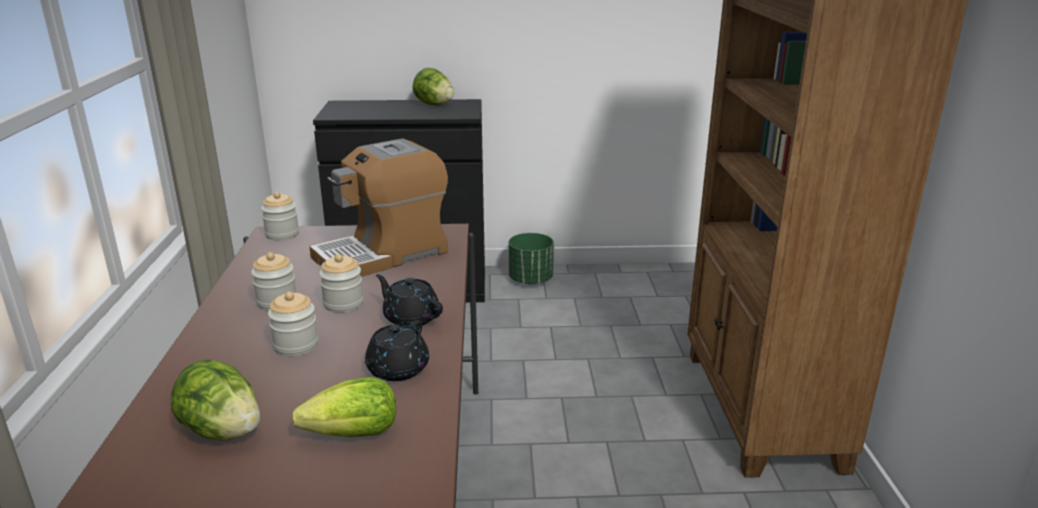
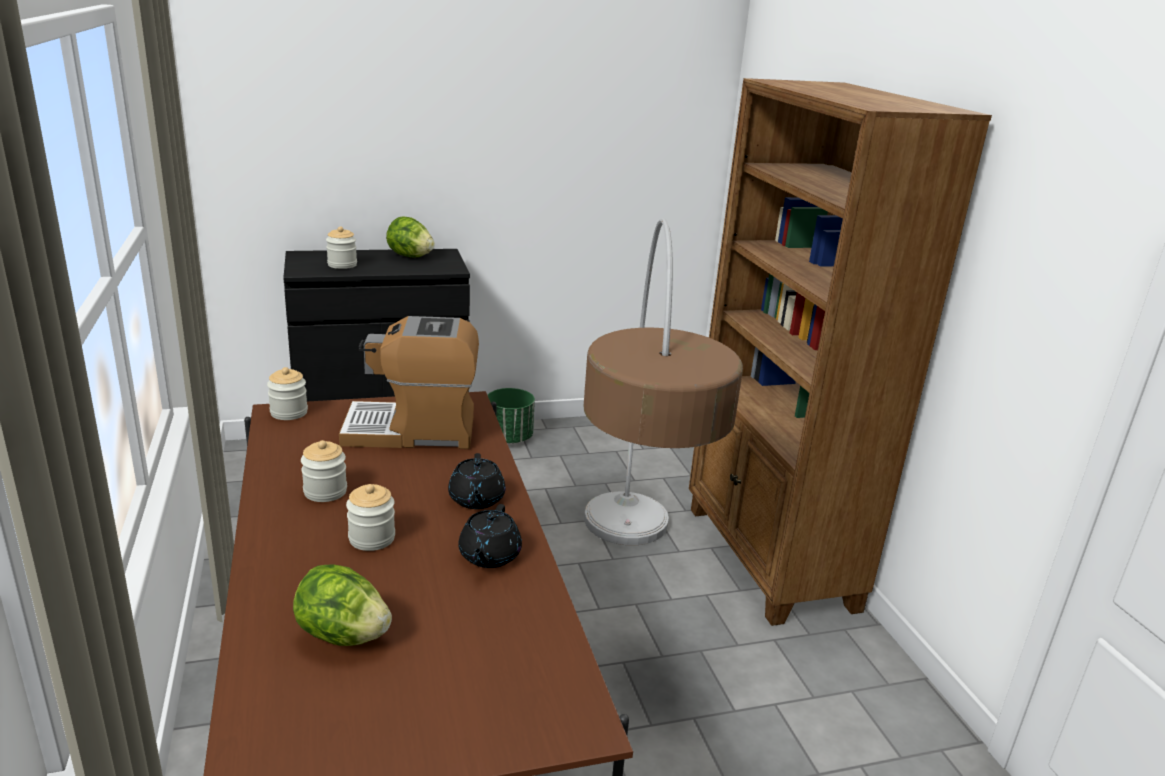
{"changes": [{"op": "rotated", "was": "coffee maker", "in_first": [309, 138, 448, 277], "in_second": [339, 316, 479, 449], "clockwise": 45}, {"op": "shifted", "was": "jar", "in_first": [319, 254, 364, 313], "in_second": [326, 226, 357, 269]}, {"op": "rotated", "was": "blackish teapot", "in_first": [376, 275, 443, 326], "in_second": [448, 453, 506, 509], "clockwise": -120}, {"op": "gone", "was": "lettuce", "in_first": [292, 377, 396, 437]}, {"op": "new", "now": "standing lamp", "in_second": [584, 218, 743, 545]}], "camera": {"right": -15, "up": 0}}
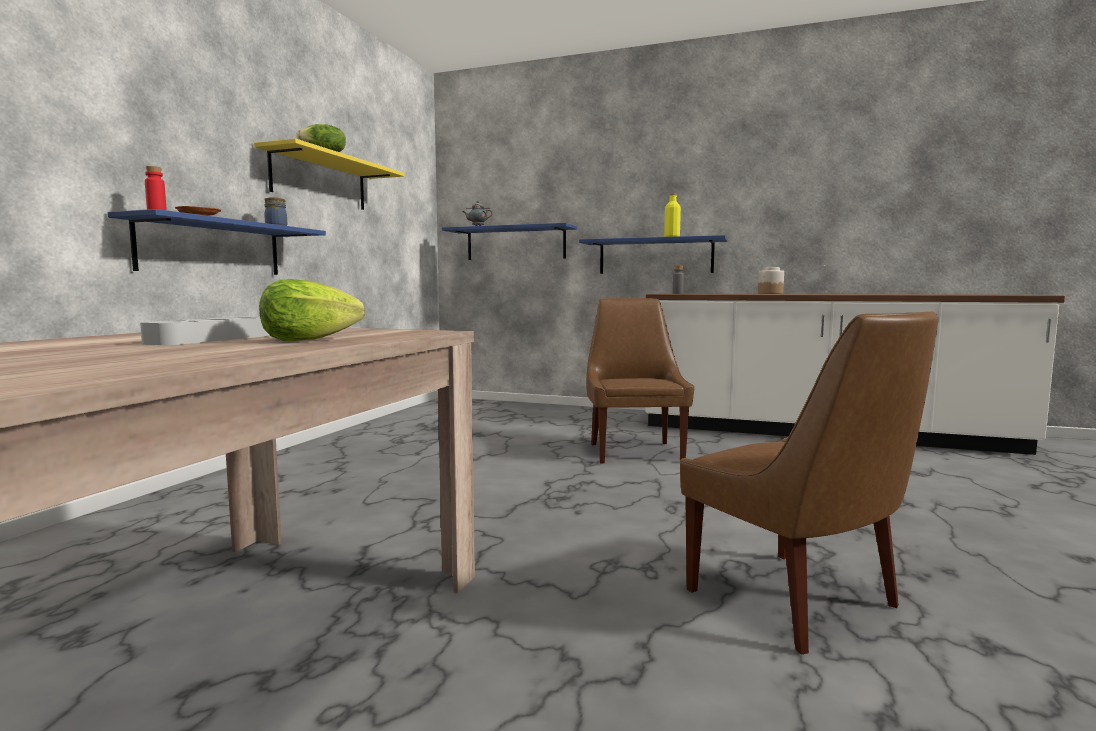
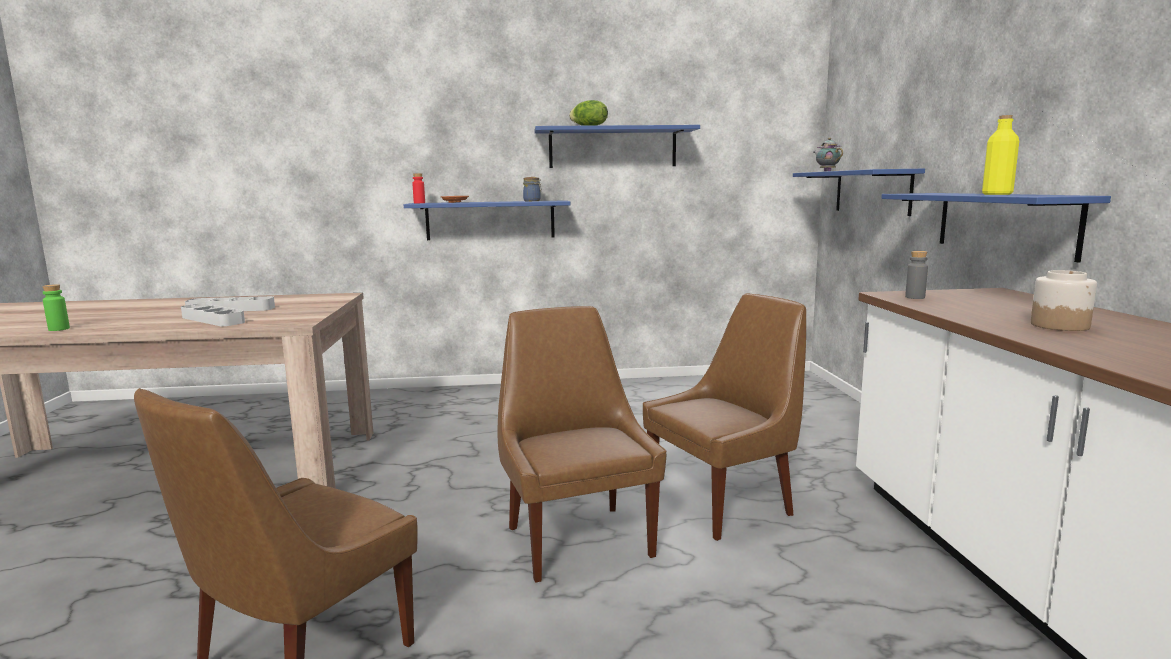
{"changes": [{"op": "repainted", "was": "yellow-coloured shelf", "now": "blue shelf", "in_first": [254, 138, 405, 210], "in_second": [535, 125, 700, 168]}, {"op": "swapped", "was": "lettuce", "now": "gray tray", "in_first": [259, 279, 365, 341], "in_second": [181, 303, 245, 326]}, {"op": "new", "now": "green bottle", "in_second": [42, 284, 70, 331]}, {"op": "new", "now": "brown-coloured upright chair", "in_second": [497, 306, 667, 583]}], "camera": {"right": 65, "up": 5}}
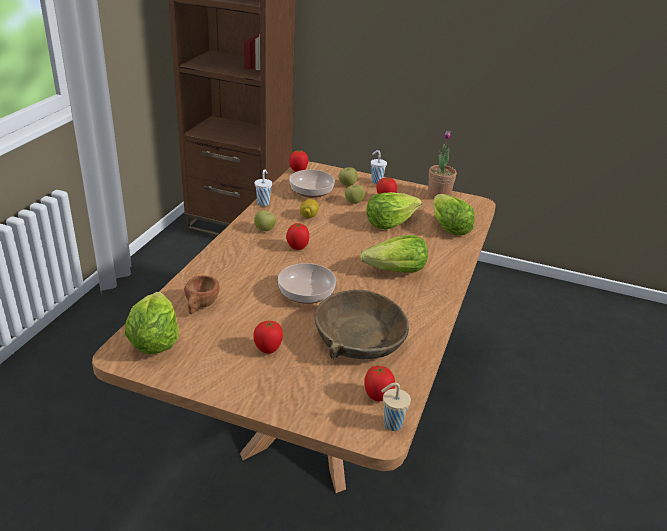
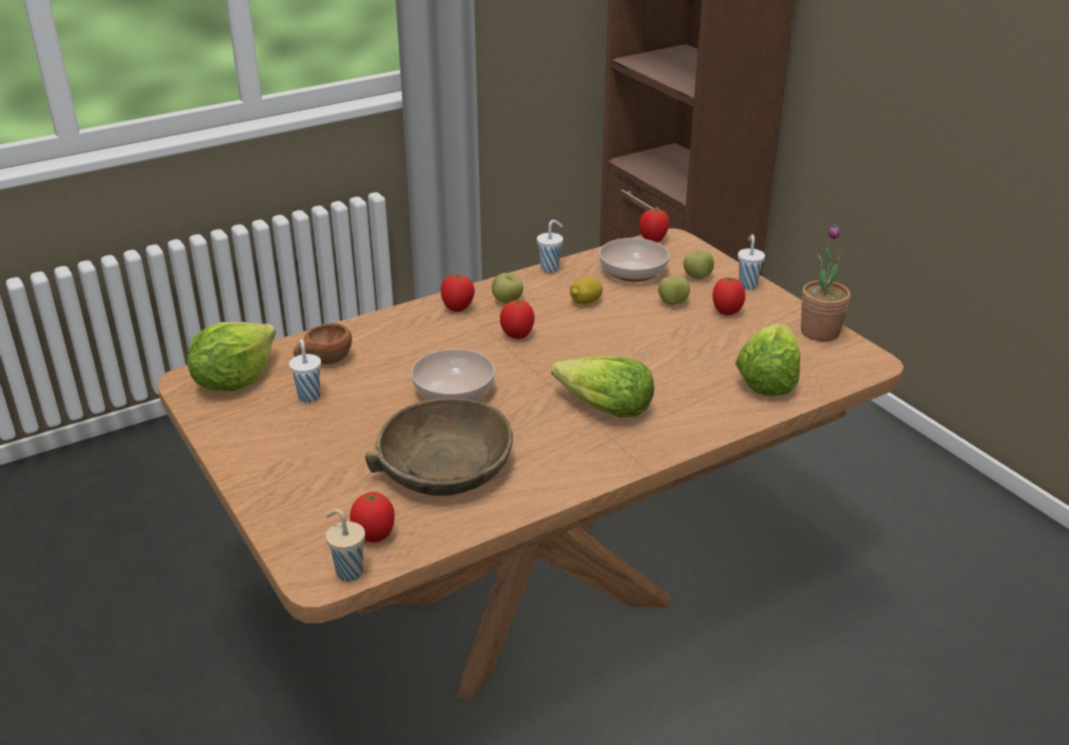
{"changes": [{"op": "gone", "was": "lettuce", "in_first": [366, 192, 422, 230]}, {"op": "shifted", "was": "whole tomato", "in_first": [253, 320, 283, 354], "in_second": [441, 274, 475, 312]}, {"op": "new", "now": "white-coloured small cup", "in_second": [289, 339, 321, 403]}], "camera": {"right": 40, "up": 0}}
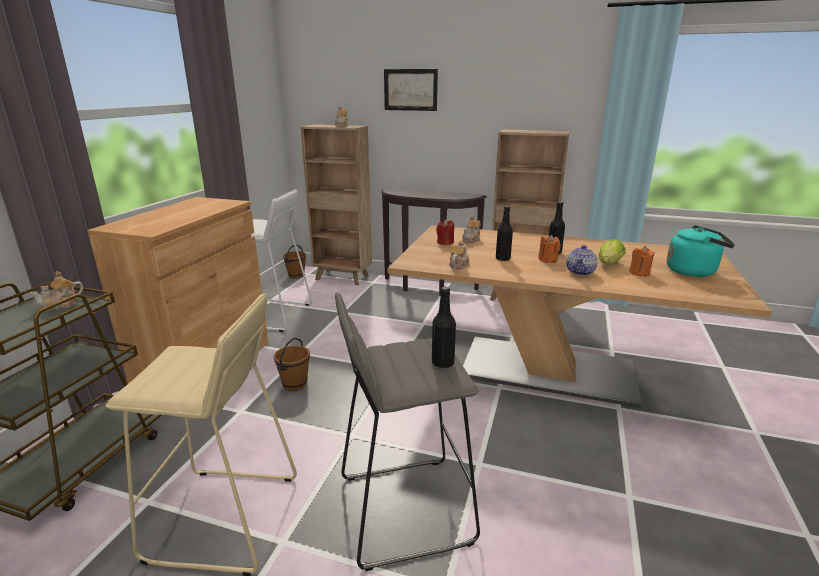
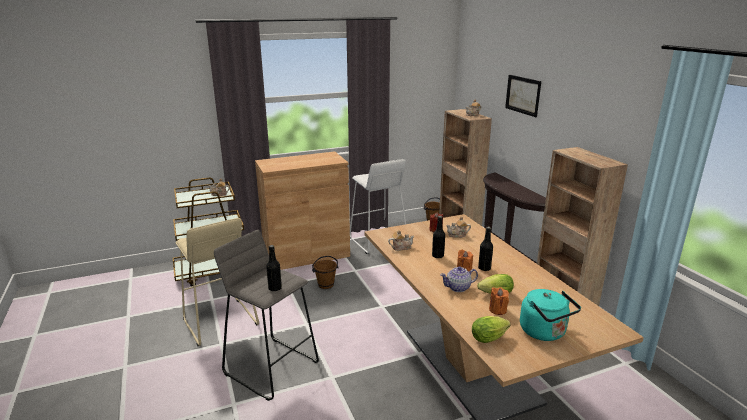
{"changes": [{"op": "new", "now": "lettuce", "in_second": [472, 316, 511, 343]}], "camera": {"right": 50, "up": 0}}
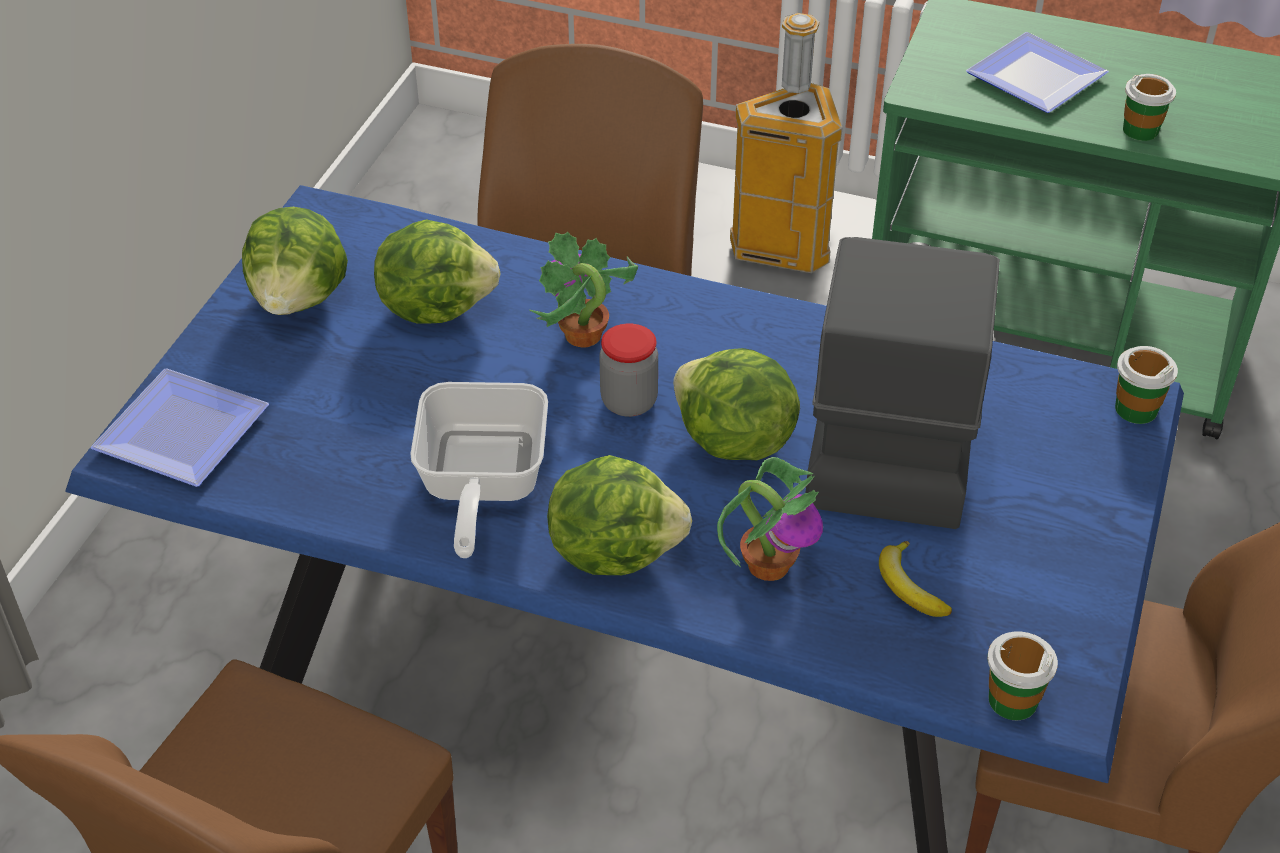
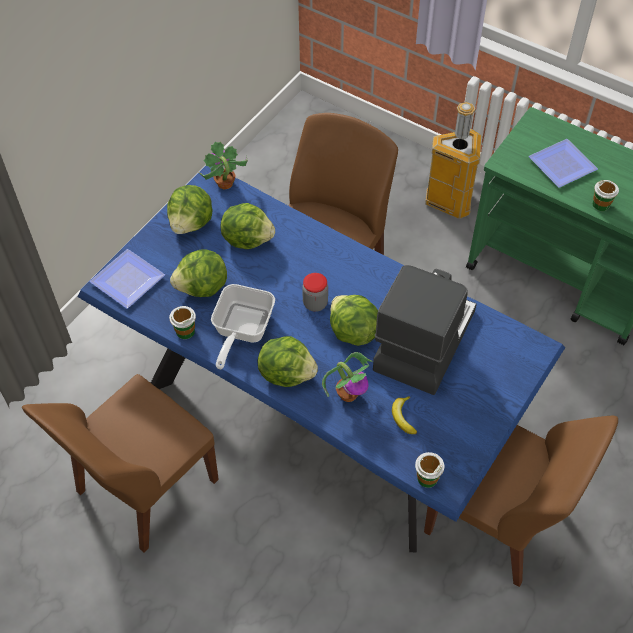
{"changes": [{"op": "shifted", "was": "plant in a pot", "in_first": [529, 231, 638, 348], "in_second": [198, 141, 248, 189]}, {"op": "shifted", "was": "small cup", "in_first": [1115, 346, 1178, 424], "in_second": [169, 306, 196, 339]}, {"op": "new", "now": "lettuce", "in_second": [170, 249, 227, 297]}], "camera": {"right": 15, "up": 10}}
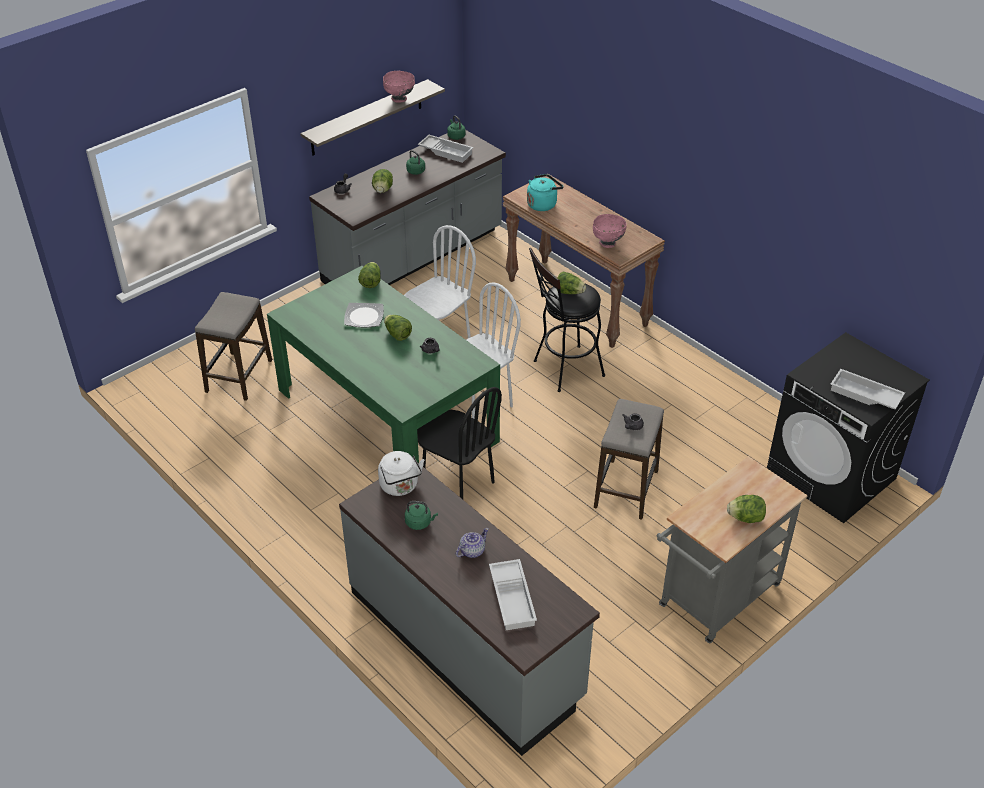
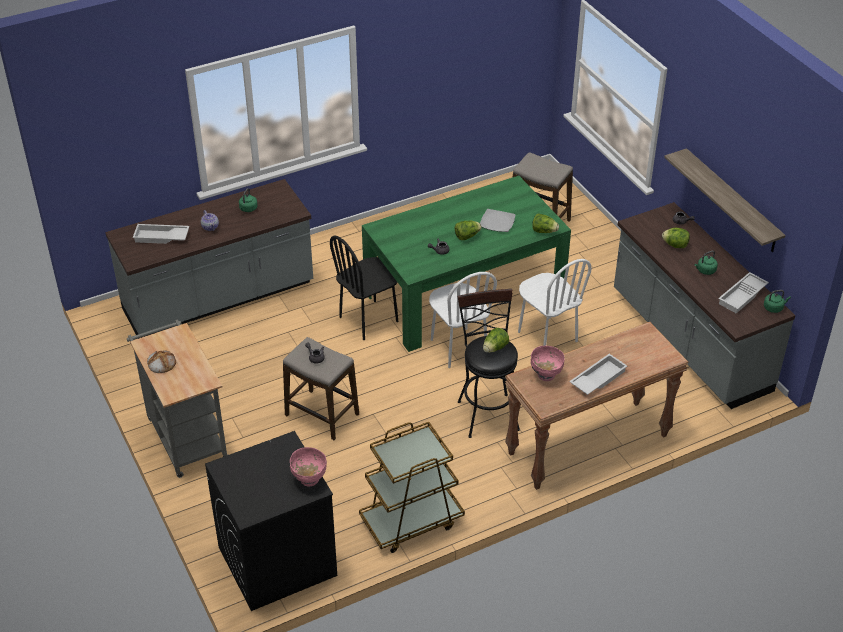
{"changes": [{"op": "shifted", "was": "pink serving bowl", "in_first": [383, 71, 415, 102], "in_second": [290, 447, 327, 486]}, {"op": "gone", "was": "blue-green water kettle", "in_first": [527, 174, 563, 211]}, {"op": "shifted", "was": "white-coloured tray", "in_first": [830, 369, 905, 409], "in_second": [569, 354, 627, 395]}, {"op": "gone", "was": "white-coloured water kettle", "in_first": [378, 451, 424, 496]}, {"op": "swapped", "was": "lettuce", "now": "bread", "in_first": [727, 495, 766, 523], "in_second": [147, 351, 176, 373]}, {"op": "new", "now": "brown-coloured cart", "in_second": [359, 422, 465, 553]}], "camera": {"right": 105, "up": 0}}
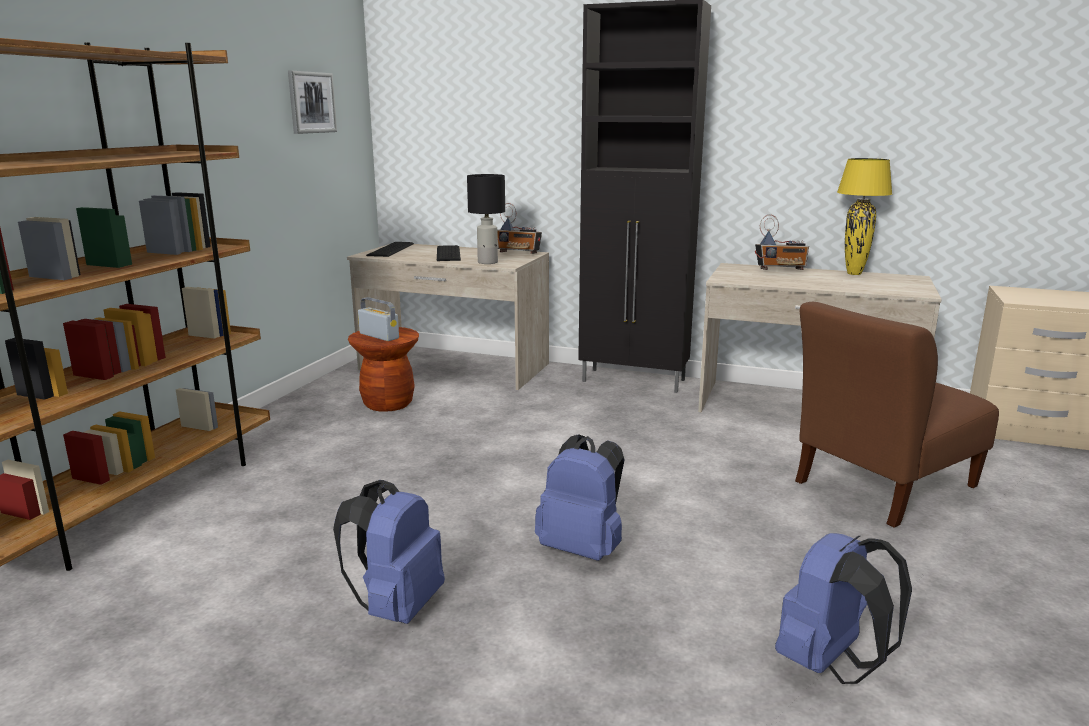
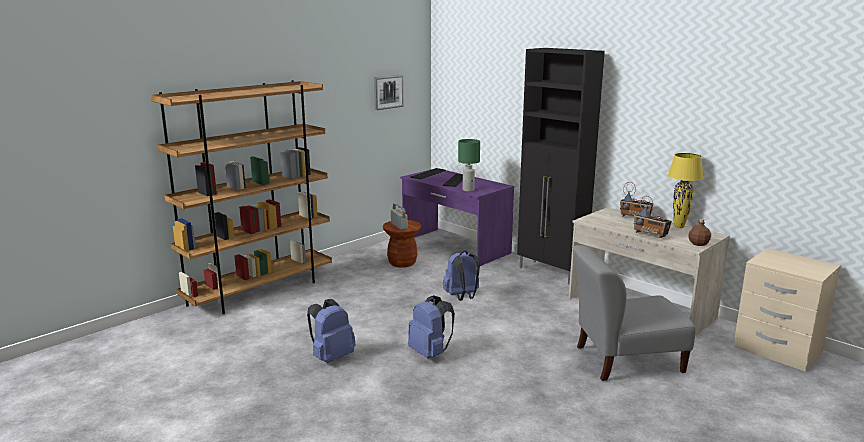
{"changes": [{"op": "repainted", "was": "blackish lamp for a table", "now": "green lamp for a table", "in_first": [467, 174, 505, 264], "in_second": [458, 139, 480, 192]}, {"op": "shifted", "was": "radio receiver", "in_first": [497, 203, 542, 254], "in_second": [634, 196, 672, 238]}, {"op": "repainted", "was": "sand-coloured desk", "now": "purplish desk", "in_first": [347, 244, 549, 390], "in_second": [400, 169, 514, 266]}, {"op": "repainted", "was": "brown-coloured upright chair", "now": "gray upright chair", "in_first": [795, 302, 999, 527], "in_second": [572, 245, 696, 381]}, {"op": "shifted", "was": "blue backpack", "in_first": [775, 533, 912, 684], "in_second": [443, 251, 480, 301]}, {"op": "new", "now": "brown-coloured bottle", "in_second": [688, 219, 711, 246]}], "camera": {"right": 25, "up": 0}}
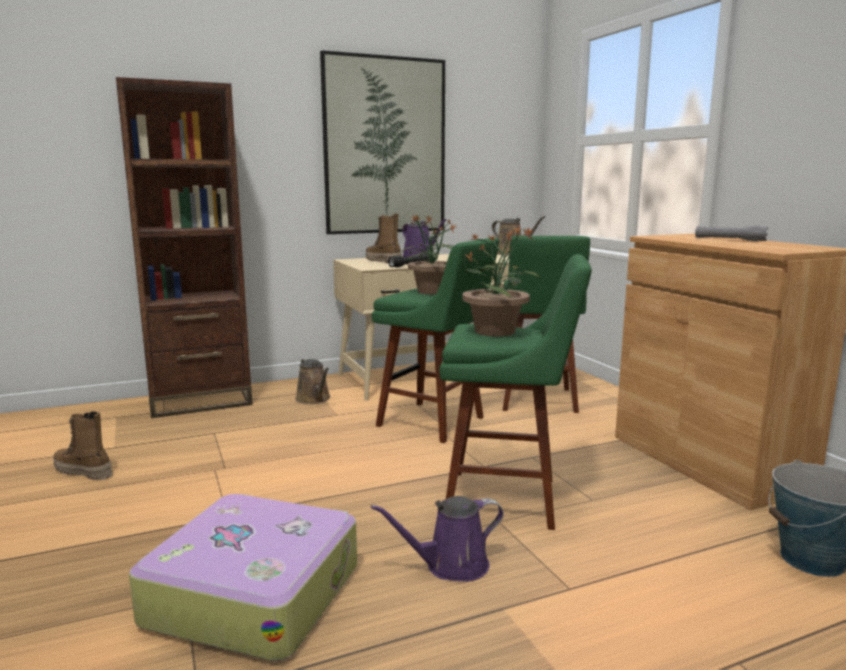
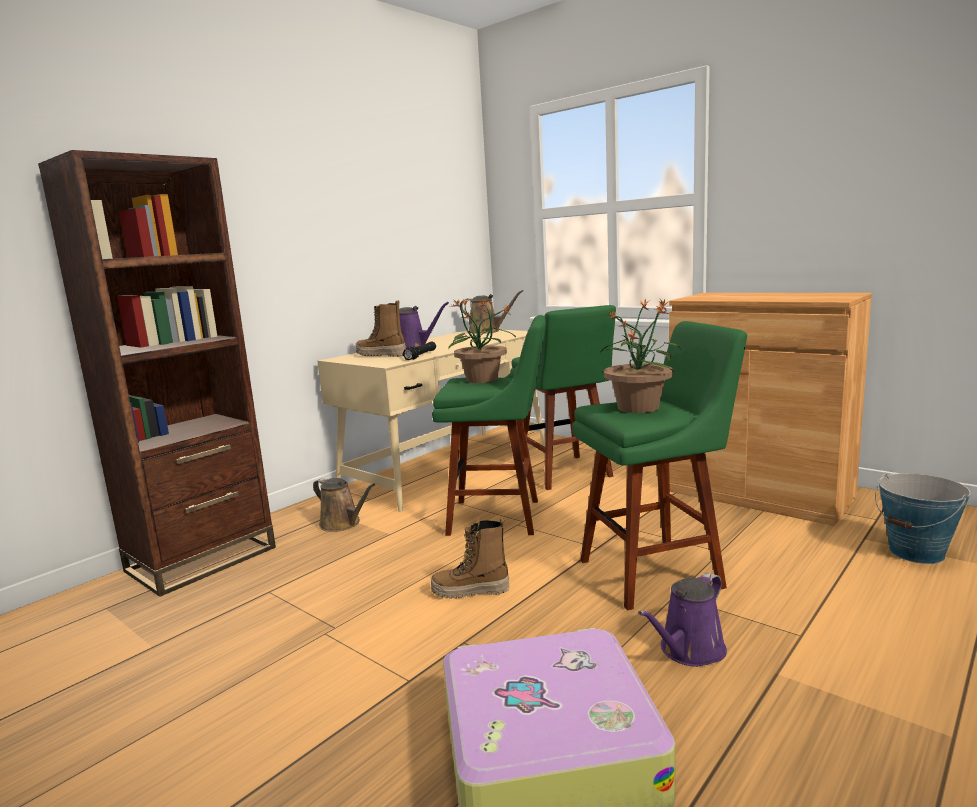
{"changes": [{"op": "gone", "was": "wall picture", "in_first": [320, 50, 445, 234]}, {"op": "gone", "was": "gray torch", "in_first": [695, 226, 768, 242]}, {"op": "shifted", "was": "tall boot", "in_first": [53, 411, 113, 480], "in_second": [431, 518, 509, 599]}], "camera": {"right": -25, "up": 0}}
